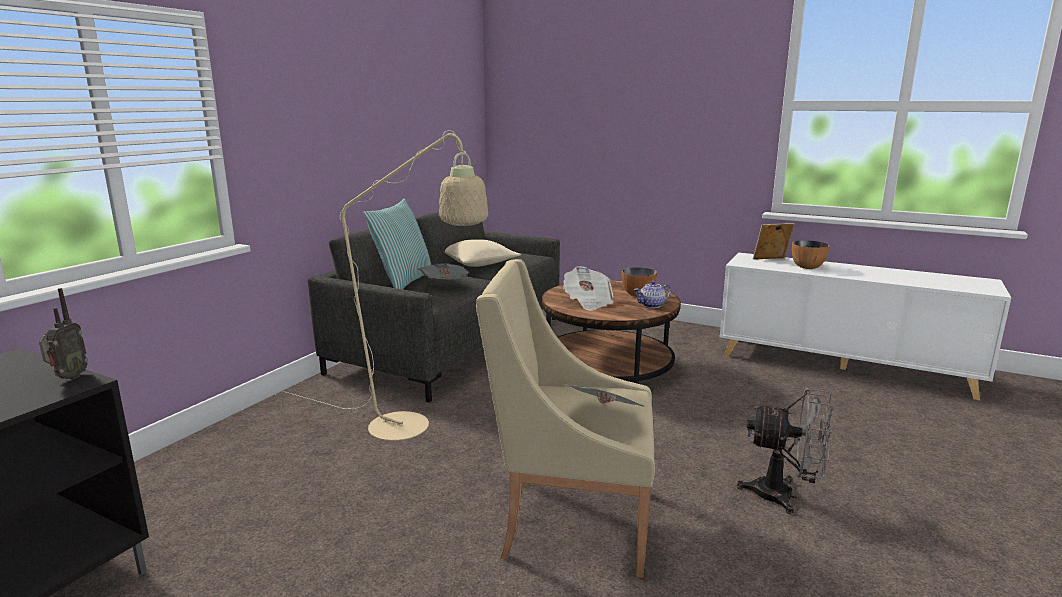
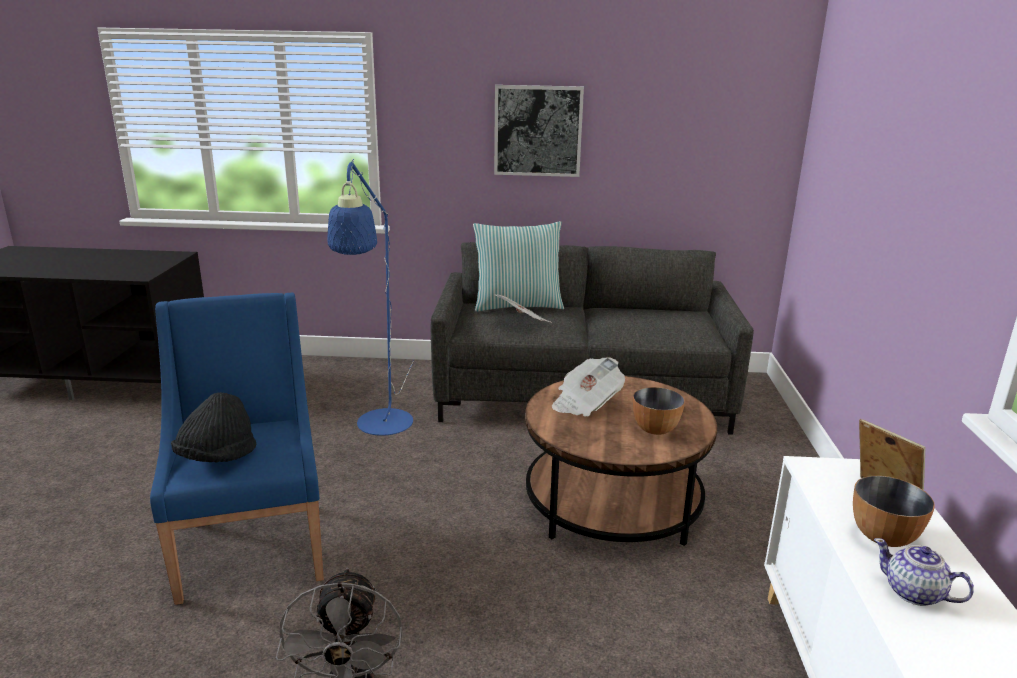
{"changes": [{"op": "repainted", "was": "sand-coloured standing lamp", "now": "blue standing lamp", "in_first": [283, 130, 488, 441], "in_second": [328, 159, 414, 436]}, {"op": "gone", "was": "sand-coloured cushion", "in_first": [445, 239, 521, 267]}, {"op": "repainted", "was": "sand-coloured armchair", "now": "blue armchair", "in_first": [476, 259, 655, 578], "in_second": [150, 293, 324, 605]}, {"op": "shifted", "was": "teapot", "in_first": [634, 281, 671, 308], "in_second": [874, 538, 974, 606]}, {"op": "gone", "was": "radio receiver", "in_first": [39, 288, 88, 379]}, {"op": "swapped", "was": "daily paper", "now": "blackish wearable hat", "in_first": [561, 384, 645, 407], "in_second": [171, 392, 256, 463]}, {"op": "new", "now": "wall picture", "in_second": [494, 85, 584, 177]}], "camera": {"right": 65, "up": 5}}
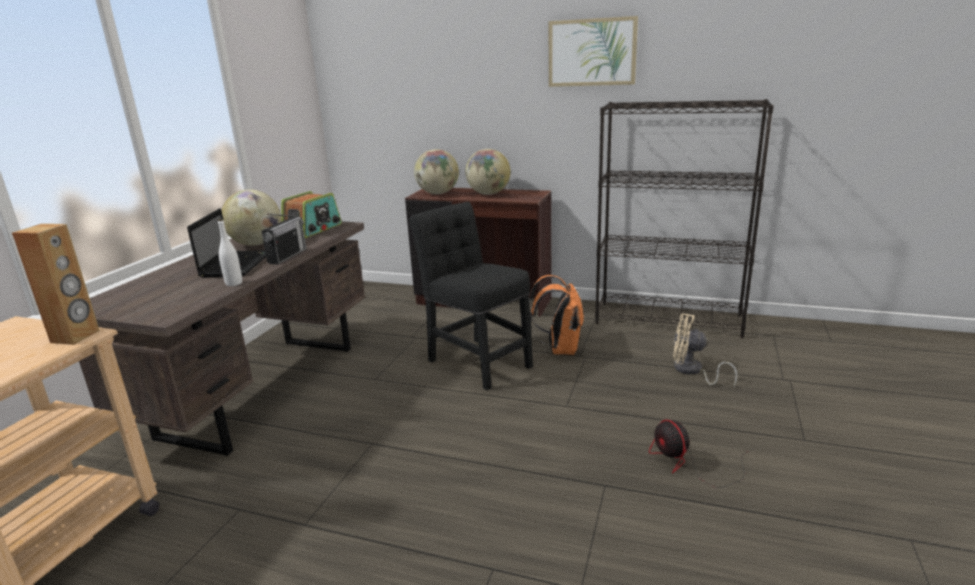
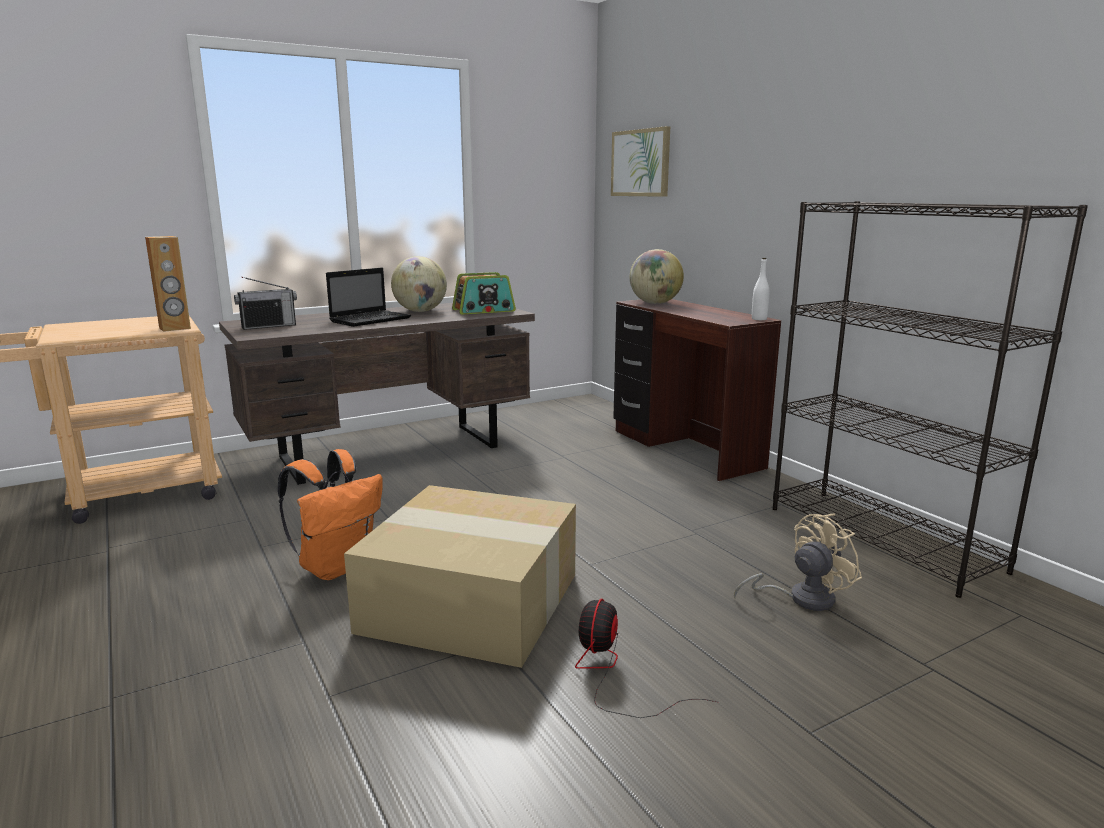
{"changes": [{"op": "shifted", "was": "wall picture", "in_first": [548, 16, 638, 87], "in_second": [611, 126, 670, 197]}, {"op": "gone", "was": "desk globe", "in_first": [465, 149, 511, 195]}, {"op": "gone", "was": "blackish upright chair", "in_first": [409, 202, 533, 391]}, {"op": "shifted", "was": "radio receiver", "in_first": [261, 214, 307, 264], "in_second": [234, 277, 297, 330]}, {"op": "shifted", "was": "white-coloured bottle", "in_first": [218, 219, 242, 286], "in_second": [752, 258, 770, 320]}, {"op": "shifted", "was": "orange backpack", "in_first": [529, 275, 584, 355], "in_second": [278, 449, 383, 580]}, {"op": "rotated", "was": "sand-coloured electric fan", "in_first": [673, 313, 738, 386], "in_second": [734, 513, 862, 611], "clockwise": 90}, {"op": "new", "now": "carton", "in_second": [344, 485, 576, 668]}], "camera": {"right": 40, "up": -5}}
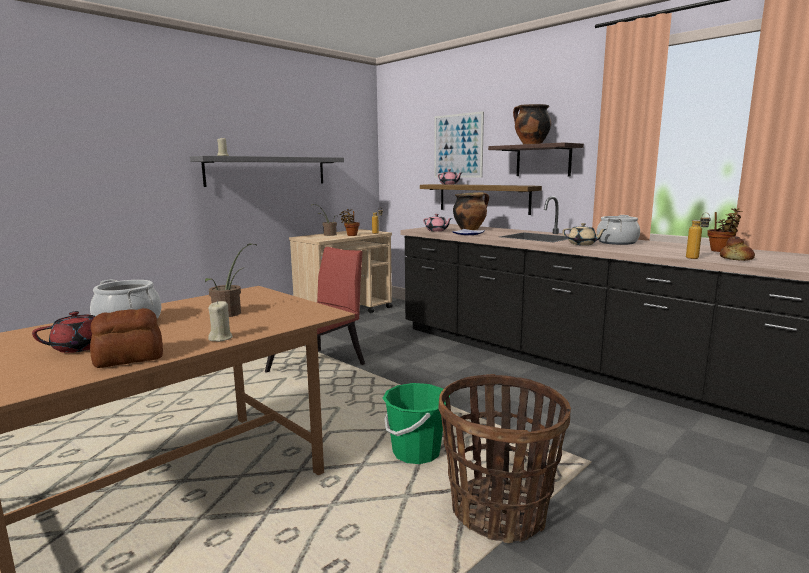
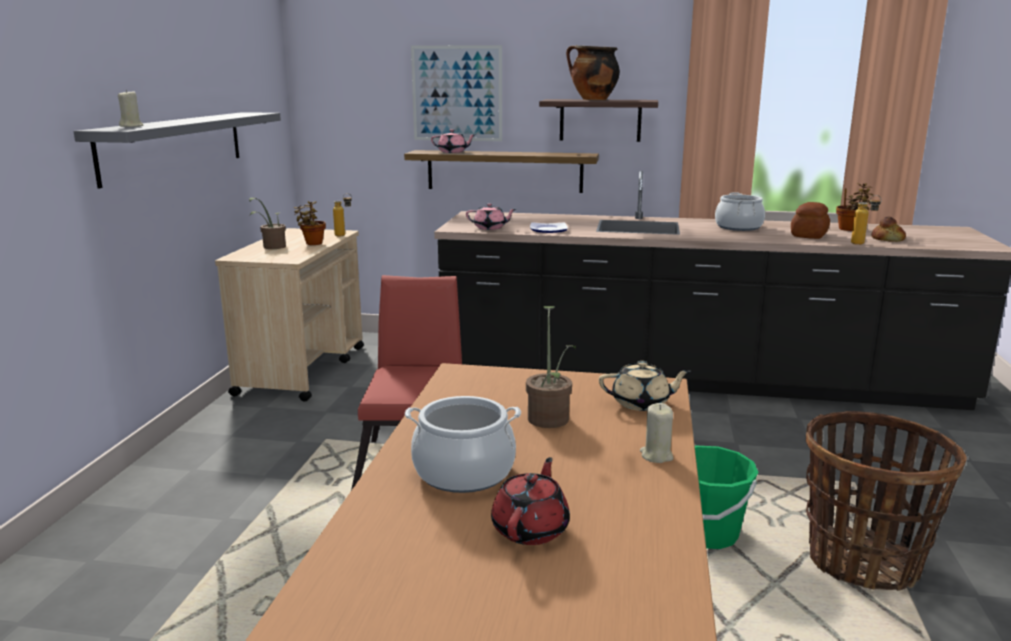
{"changes": [{"op": "gone", "was": "saucepot", "in_first": [453, 192, 489, 230]}, {"op": "shifted", "was": "sand-coloured teapot", "in_first": [562, 223, 606, 245], "in_second": [599, 361, 691, 411]}, {"op": "shifted", "was": "bread", "in_first": [90, 308, 163, 368], "in_second": [791, 202, 830, 239]}], "camera": {"right": -35, "up": 5}}
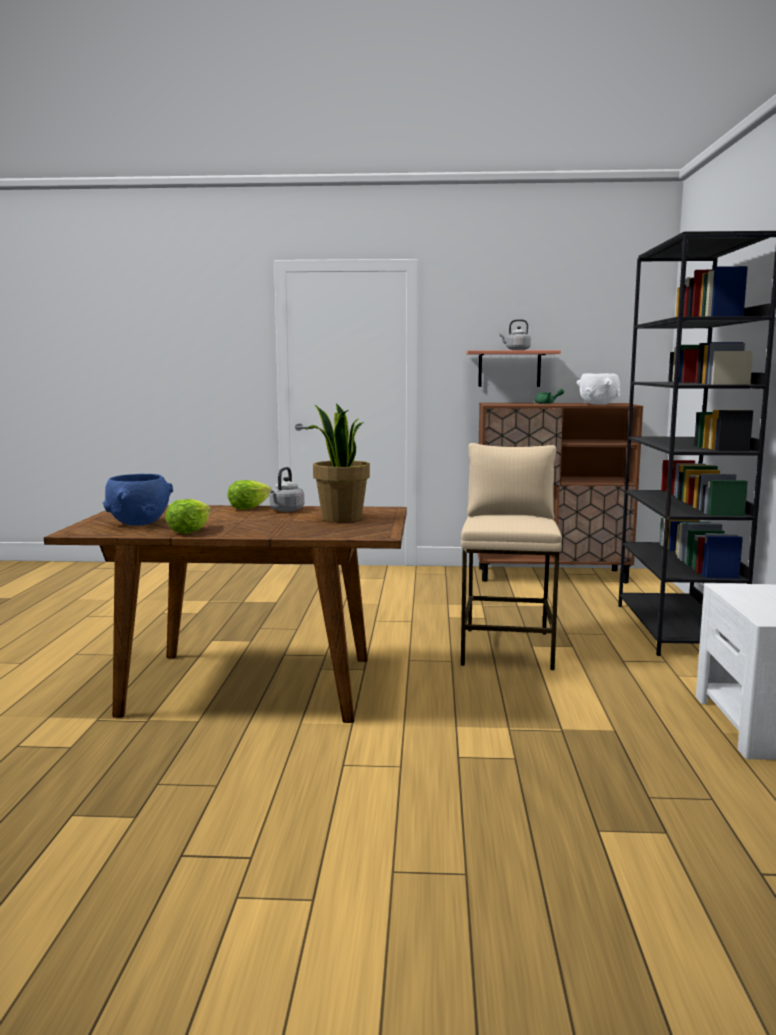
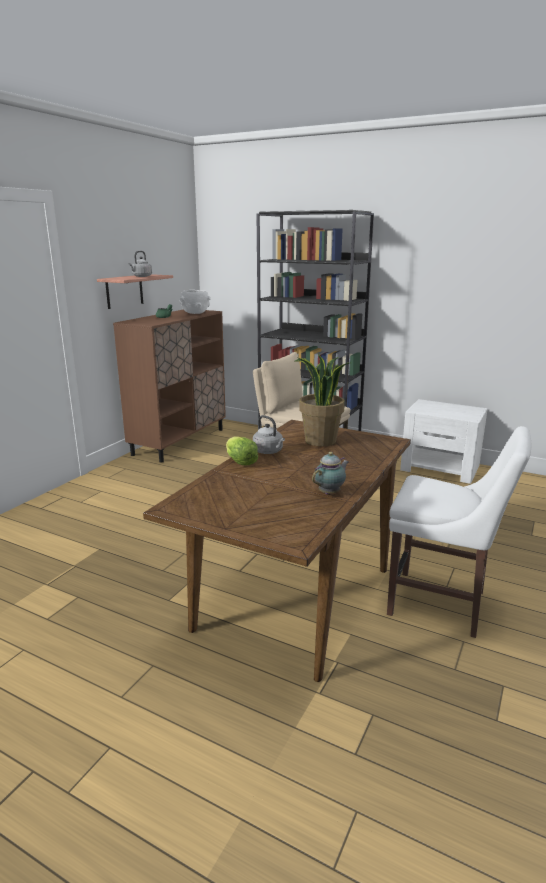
{"changes": [{"op": "gone", "was": "blue serving bowl", "in_first": [103, 474, 173, 525]}, {"op": "swapped", "was": "lettuce", "now": "teapot", "in_first": [165, 499, 211, 534], "in_second": [312, 452, 349, 494]}, {"op": "new", "now": "white-coloured upright chair", "in_second": [387, 426, 531, 638]}], "camera": {"right": -65, "up": 10}}
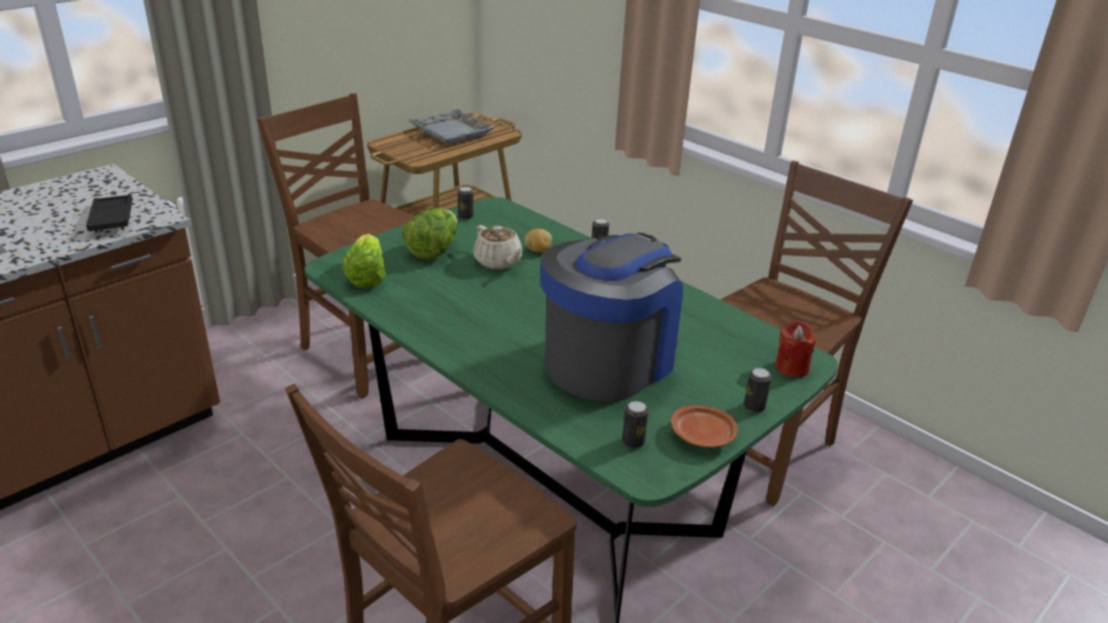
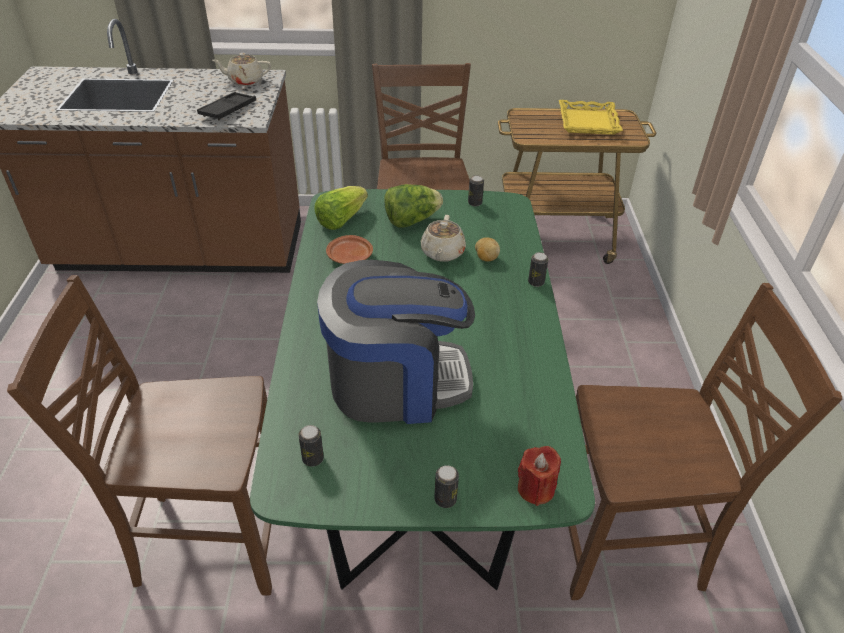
{"changes": [{"op": "repainted", "was": "gray tray", "now": "yellow-coloured tray", "in_first": [409, 108, 495, 144], "in_second": [559, 100, 623, 135]}, {"op": "shifted", "was": "brown-coloured dinner plate", "in_first": [671, 405, 738, 448], "in_second": [326, 235, 373, 264]}, {"op": "new", "now": "sand-coloured teapot", "in_second": [212, 53, 271, 86]}], "camera": {"right": 45, "up": 10}}
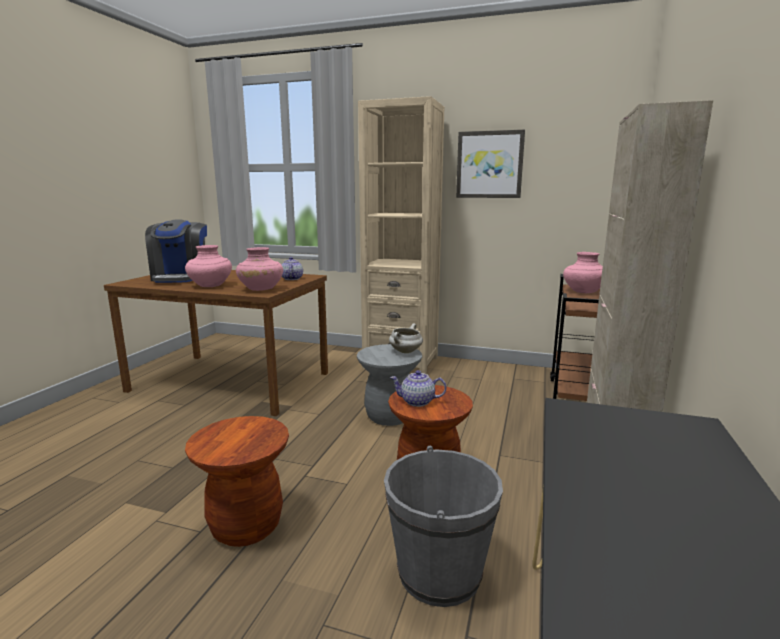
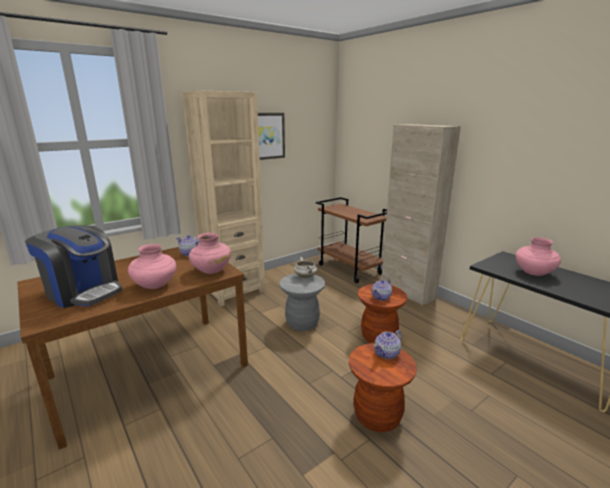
{"changes": [{"op": "shifted", "was": "pink vase", "in_first": [563, 252, 603, 293], "in_second": [515, 237, 561, 276]}, {"op": "gone", "was": "gray pail", "in_first": [384, 446, 503, 607]}, {"op": "new", "now": "teapot", "in_second": [374, 330, 402, 359]}], "camera": {"right": -55, "up": 5}}
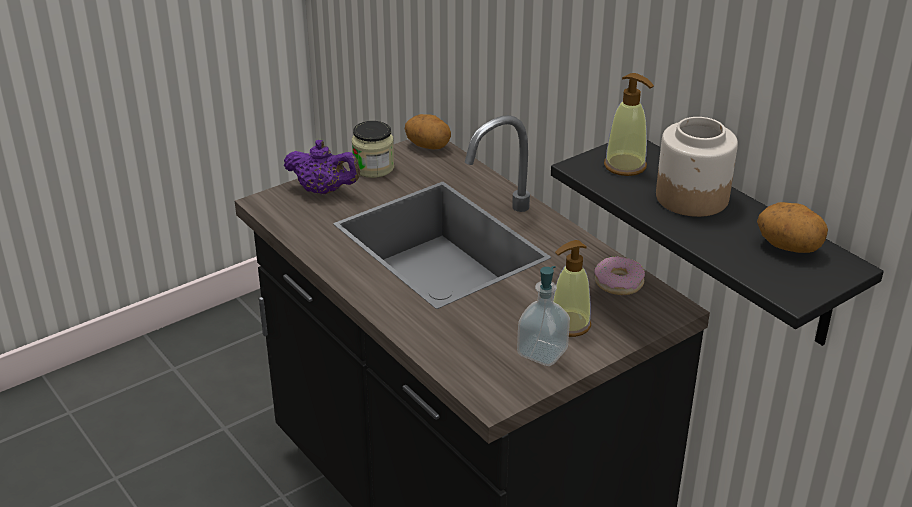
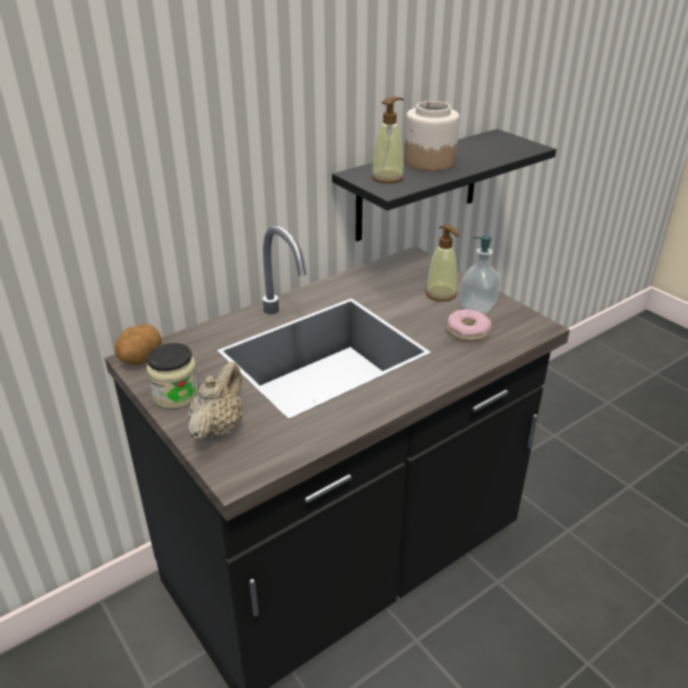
{"changes": [{"op": "repainted", "was": "purplish teapot", "now": "sand-coloured teapot", "in_first": [284, 140, 360, 194], "in_second": [188, 362, 243, 441]}, {"op": "gone", "was": "spud", "in_first": [757, 202, 828, 253]}, {"op": "shifted", "was": "doughnut", "in_first": [594, 256, 645, 295], "in_second": [447, 309, 491, 341]}], "camera": {"right": -90, "up": 0}}
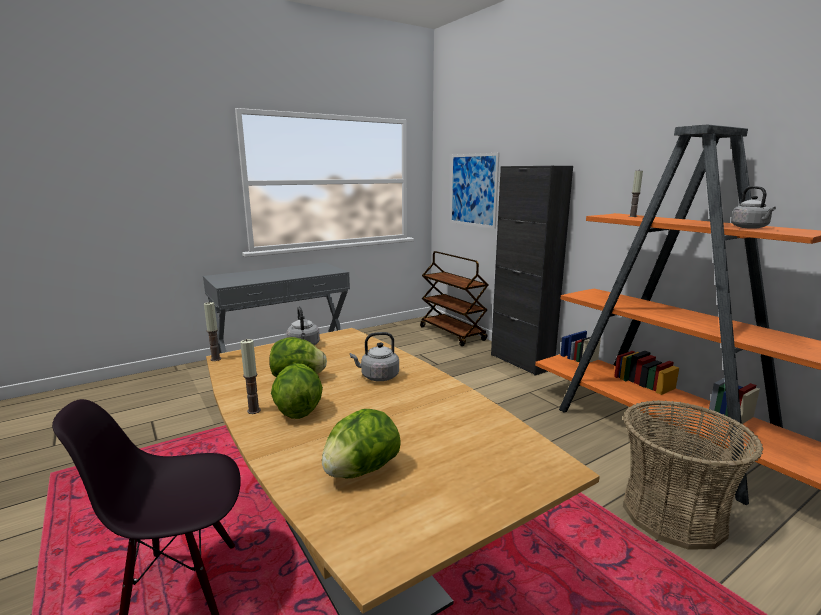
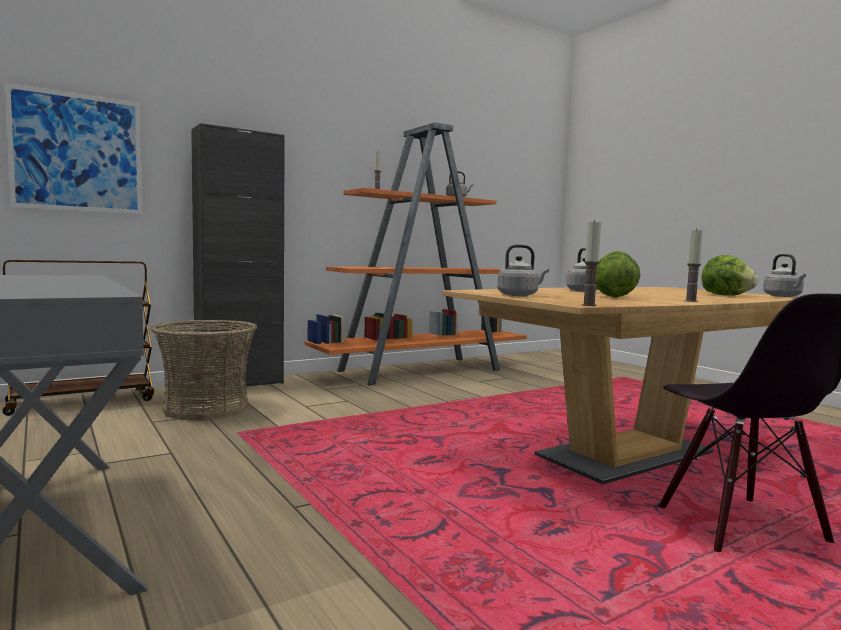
{"changes": [{"op": "gone", "was": "lettuce", "in_first": [271, 363, 323, 419]}, {"op": "shifted", "was": "household basket", "in_first": [623, 400, 763, 550], "in_second": [151, 320, 257, 420]}, {"op": "new", "now": "gray water kettle", "in_second": [763, 254, 806, 297]}], "camera": {"right": -90, "up": -10}}
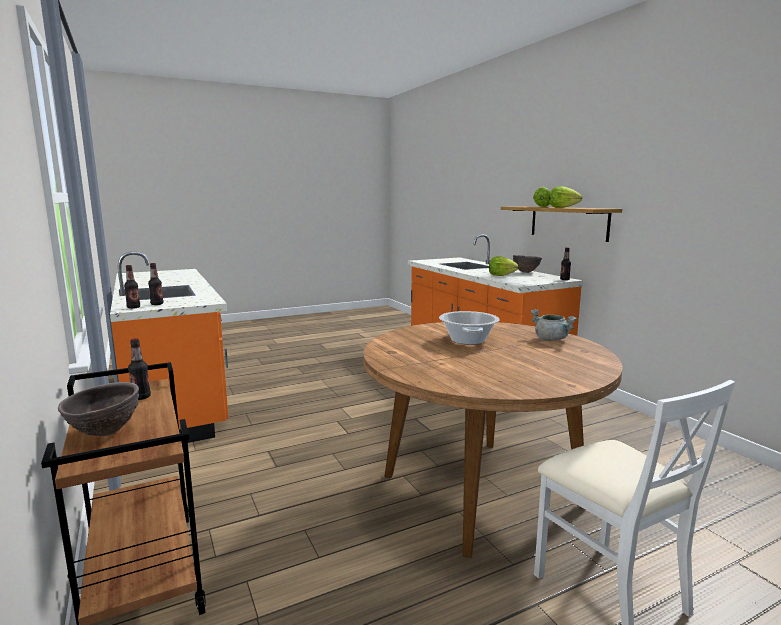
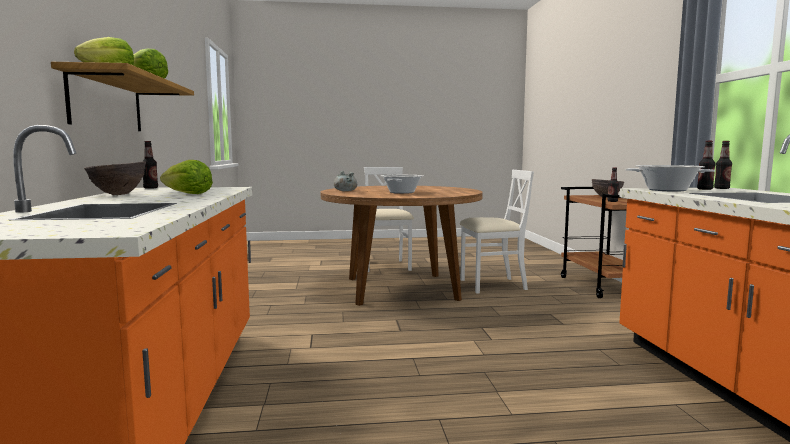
{"changes": [{"op": "new", "now": "saucepot", "in_second": [625, 165, 715, 192]}, {"op": "new", "now": "white-coloured upright chair", "in_second": [460, 170, 534, 294]}], "camera": {"right": -160, "up": -5}}
